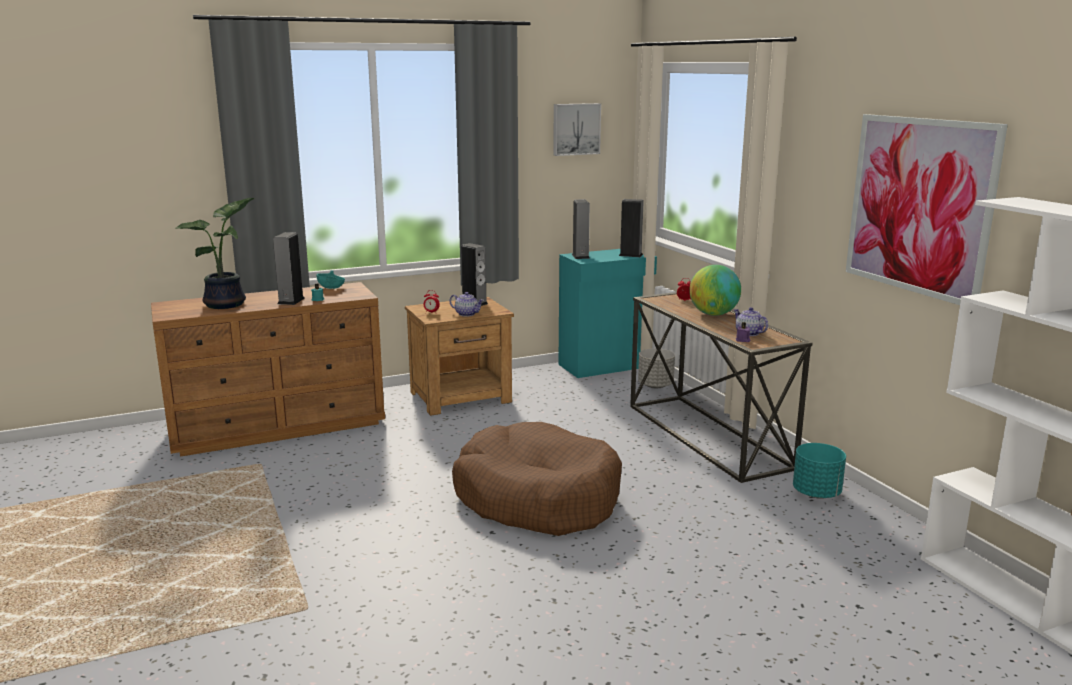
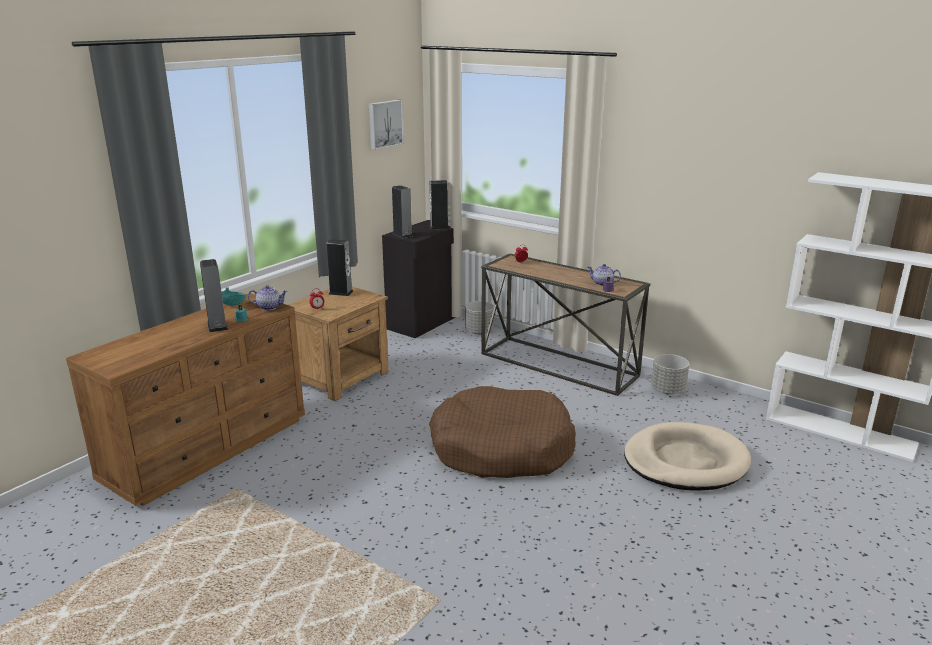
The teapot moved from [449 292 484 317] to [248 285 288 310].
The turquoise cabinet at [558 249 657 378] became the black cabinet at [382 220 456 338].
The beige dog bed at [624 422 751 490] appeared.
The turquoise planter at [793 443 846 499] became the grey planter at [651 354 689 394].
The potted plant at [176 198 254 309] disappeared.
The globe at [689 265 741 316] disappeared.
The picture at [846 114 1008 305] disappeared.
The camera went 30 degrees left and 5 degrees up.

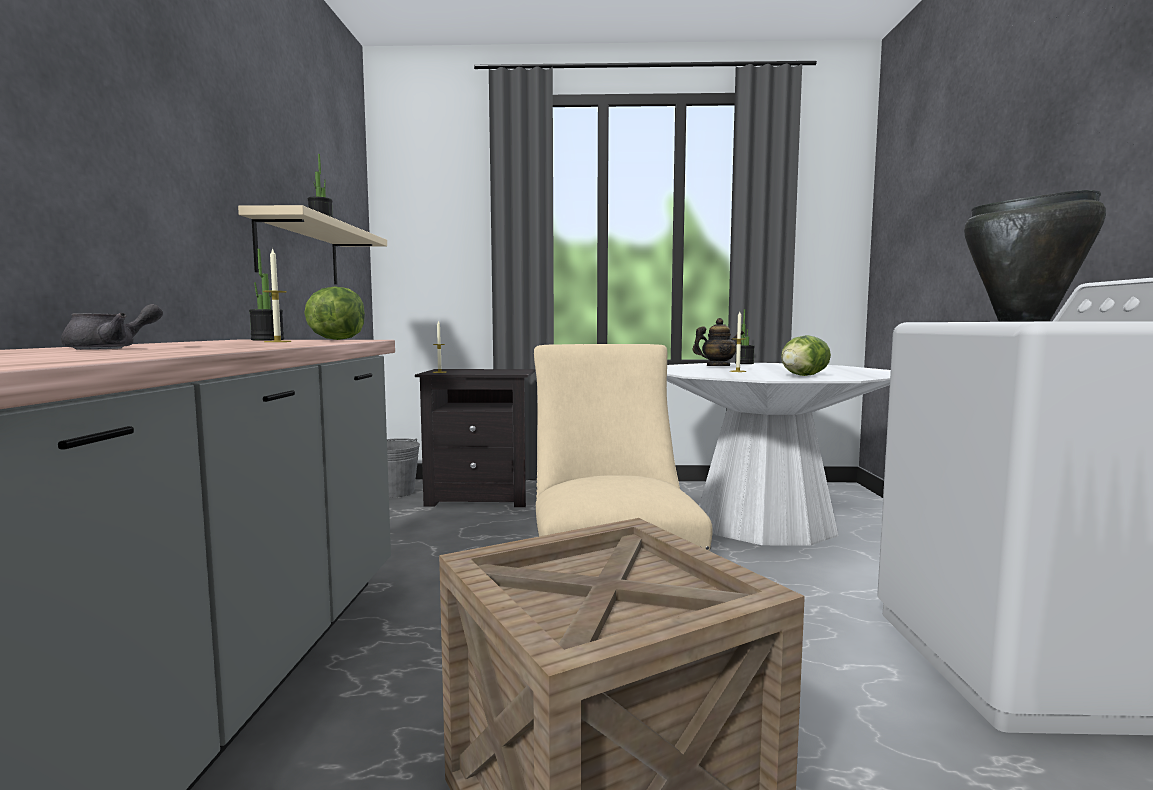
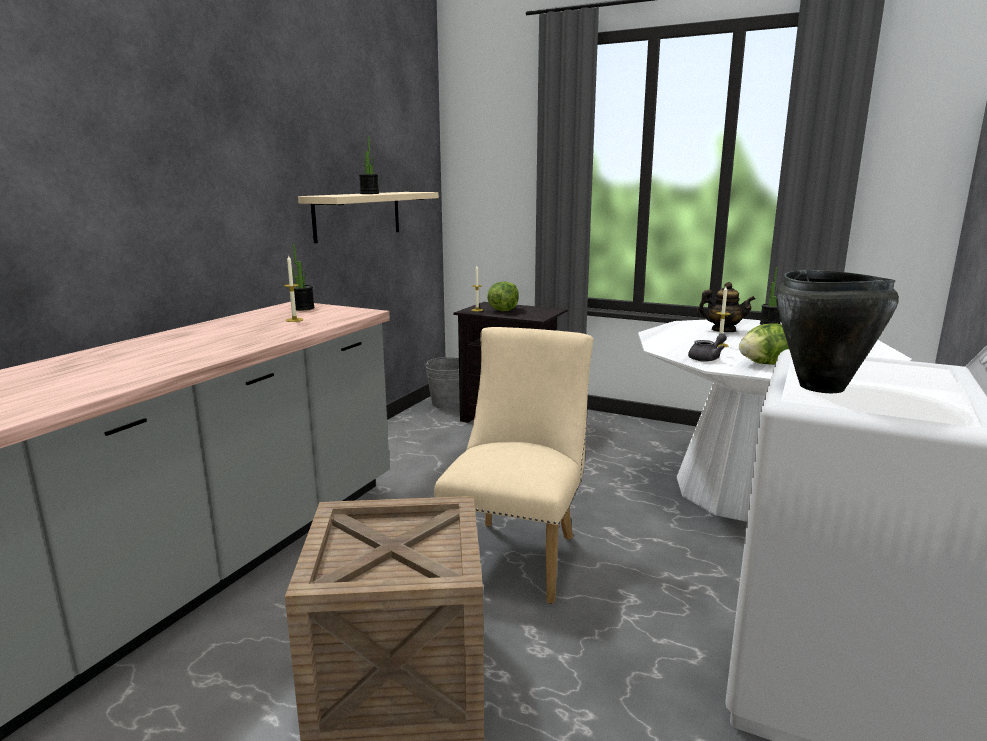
The lettuce moved from [304 286 365 340] to [487 282 519 311].
The grey teapot moved from [61 304 163 350] to [688 333 727 362].
The camera went 25 degrees right and 10 degrees up.

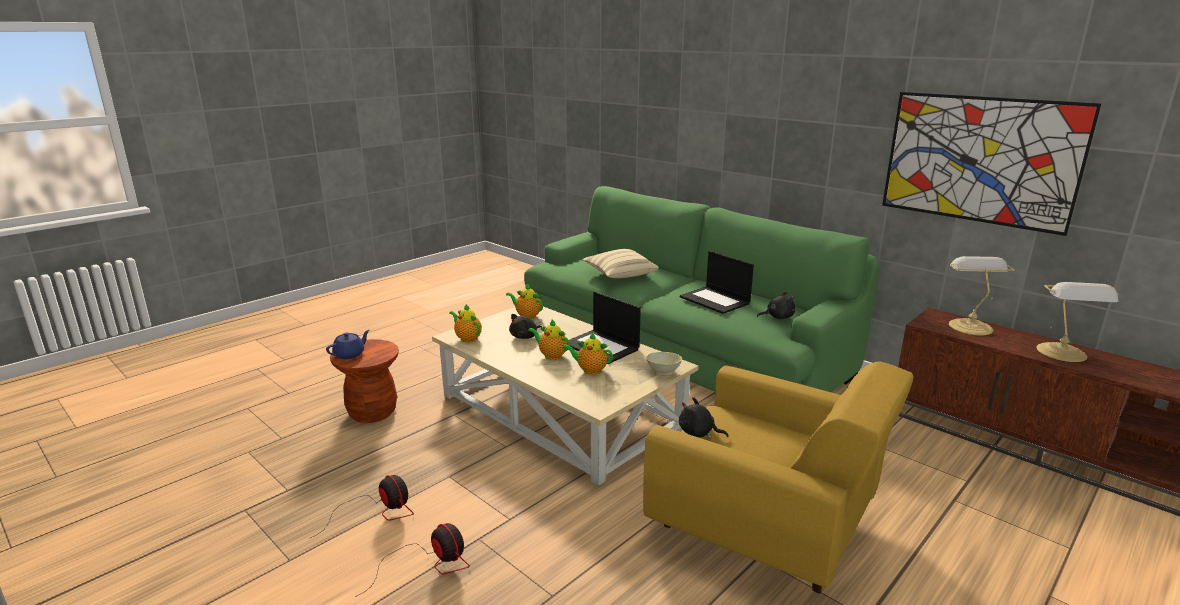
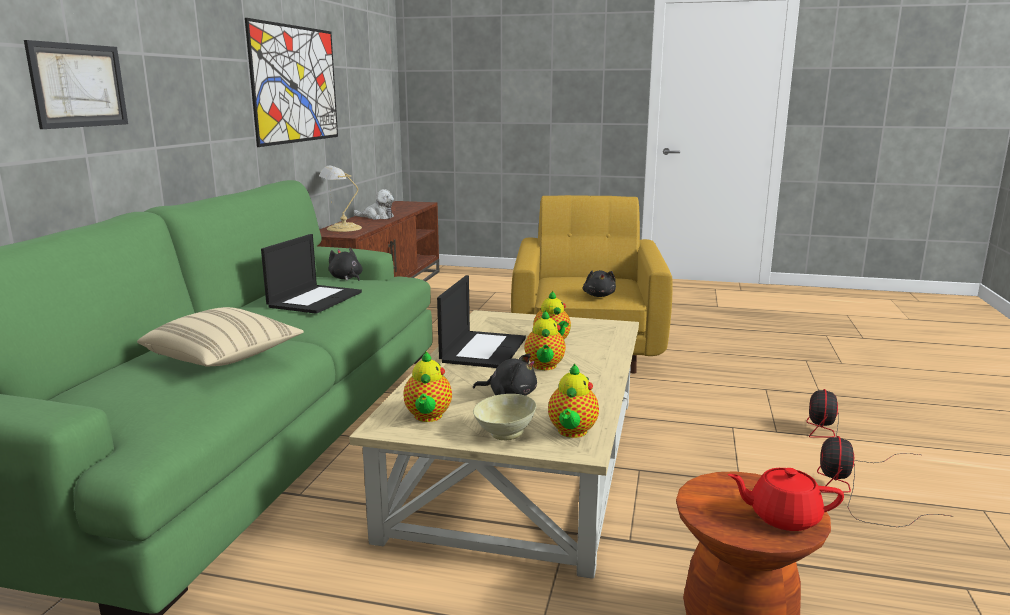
The picture at [24 40 128 129] appeared.
The table lamp at [1037 282 1118 362] was replaced by the plush toy at [354 189 394 220].
The beige bowl moved from [646 352 682 376] to [473 394 536 440].
The blue teapot at [326 330 370 359] became the red teapot at [728 468 844 531].
The camera went 120 degrees left and 5 degrees down.

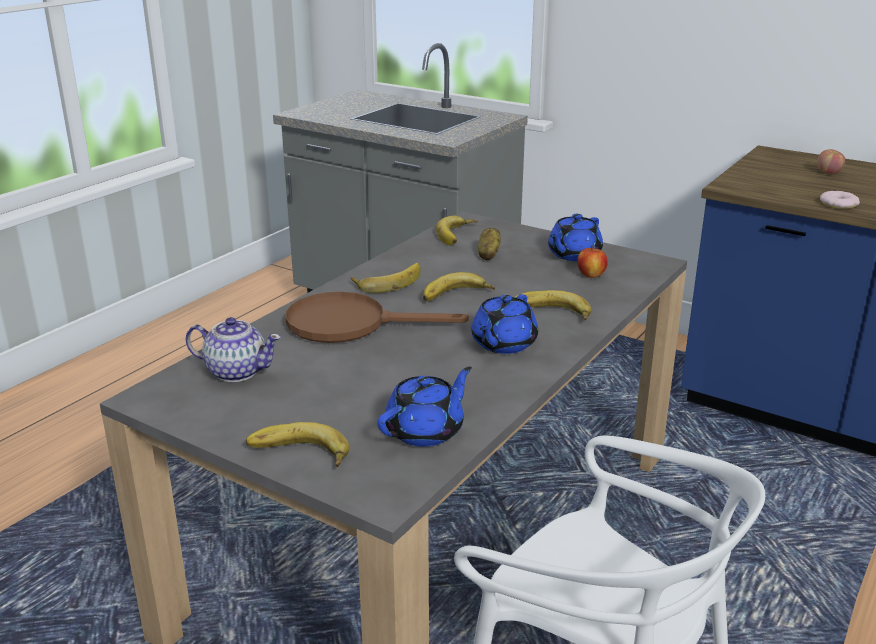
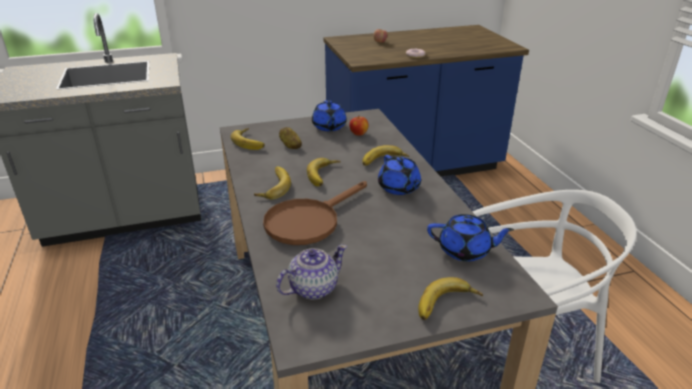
The blue teapot at [378 366 472 447] turned 105 degrees clockwise.
The camera went 50 degrees left and 5 degrees up.

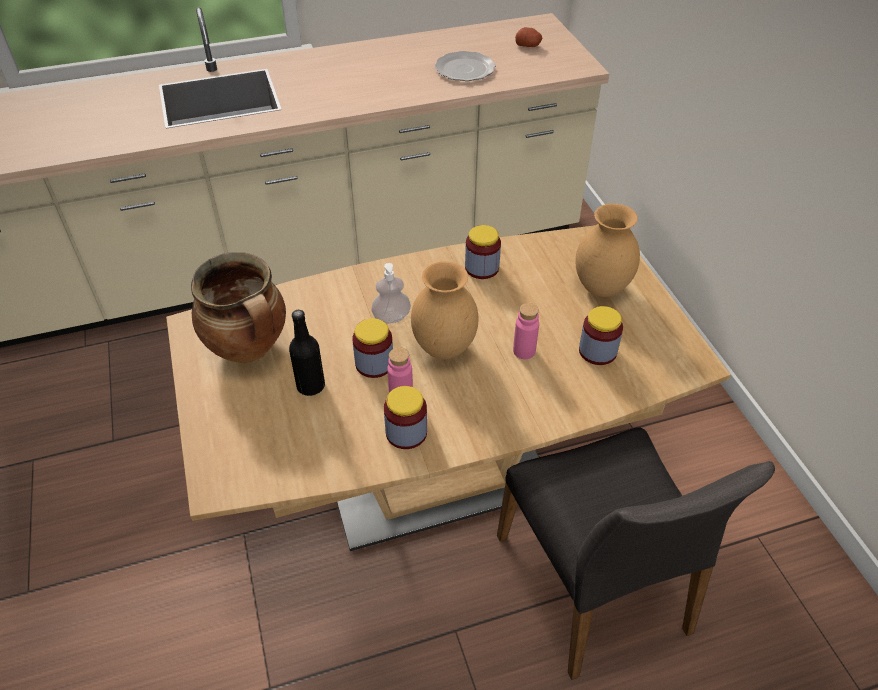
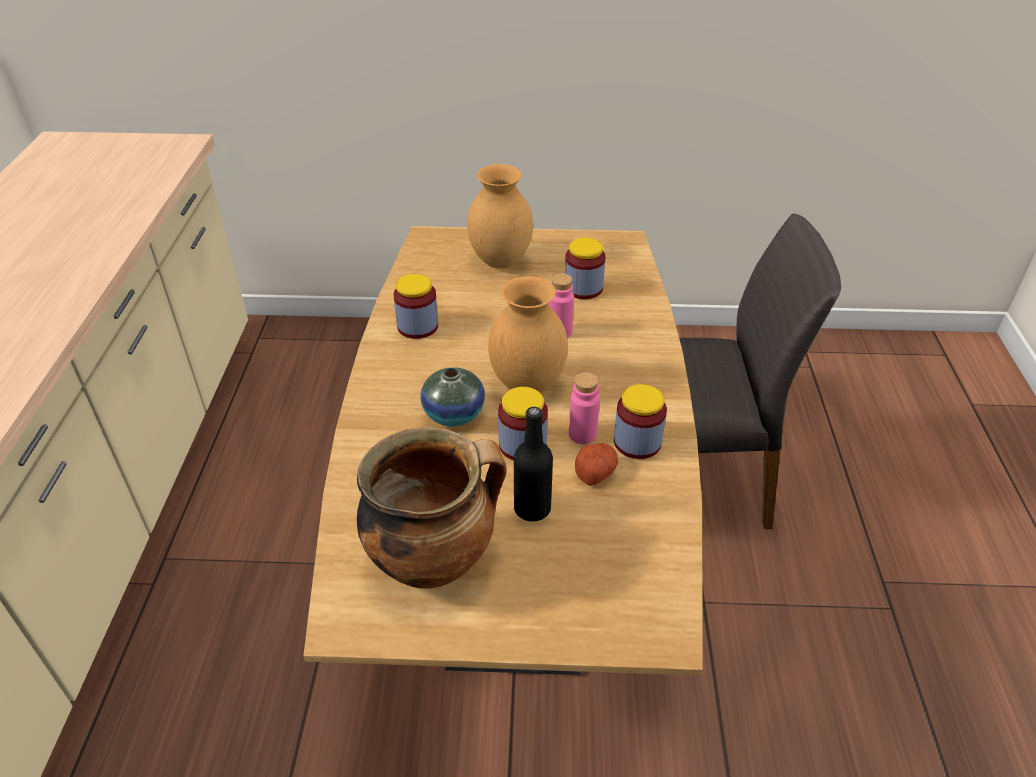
The soap dispenser at [371 263 411 323] was replaced by the vase at [421 367 485 426].
The potato moved from [515 27 542 47] to [575 443 618 486].
The plate at [435 51 496 81] disappeared.
The camera went 70 degrees left and 5 degrees down.

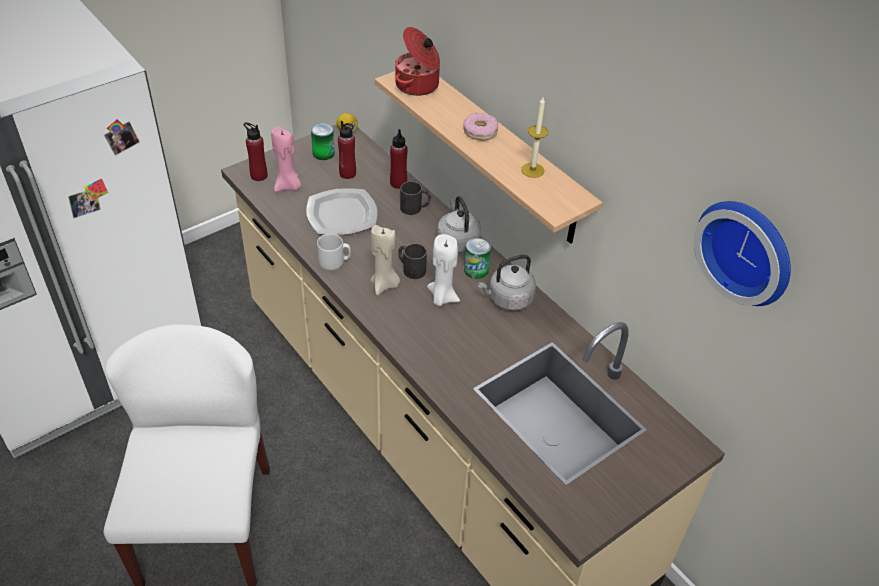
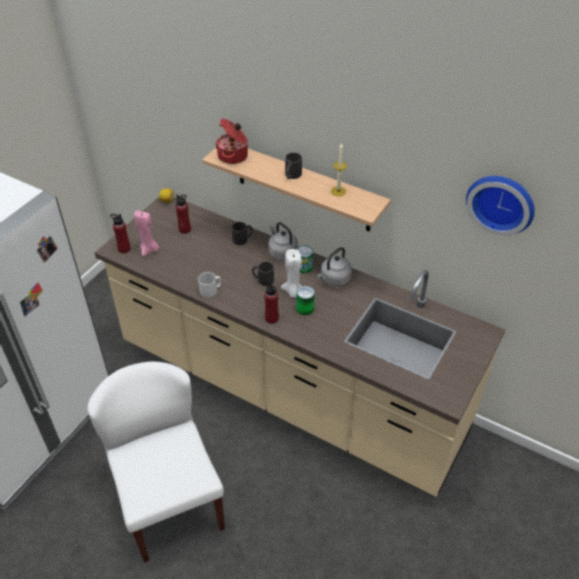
The red bottle moved from [390 129 408 189] to [264 281 279 324].
The donut at [463 113 498 141] was replaced by the black mug at [285 152 302 179].
The can moved from [311 123 335 160] to [296 286 315 315].
The plate at [306 188 377 235] disappeared.
The beige candle at [370 225 400 295] disappeared.
The camera went 20 degrees left and 0 degrees up.

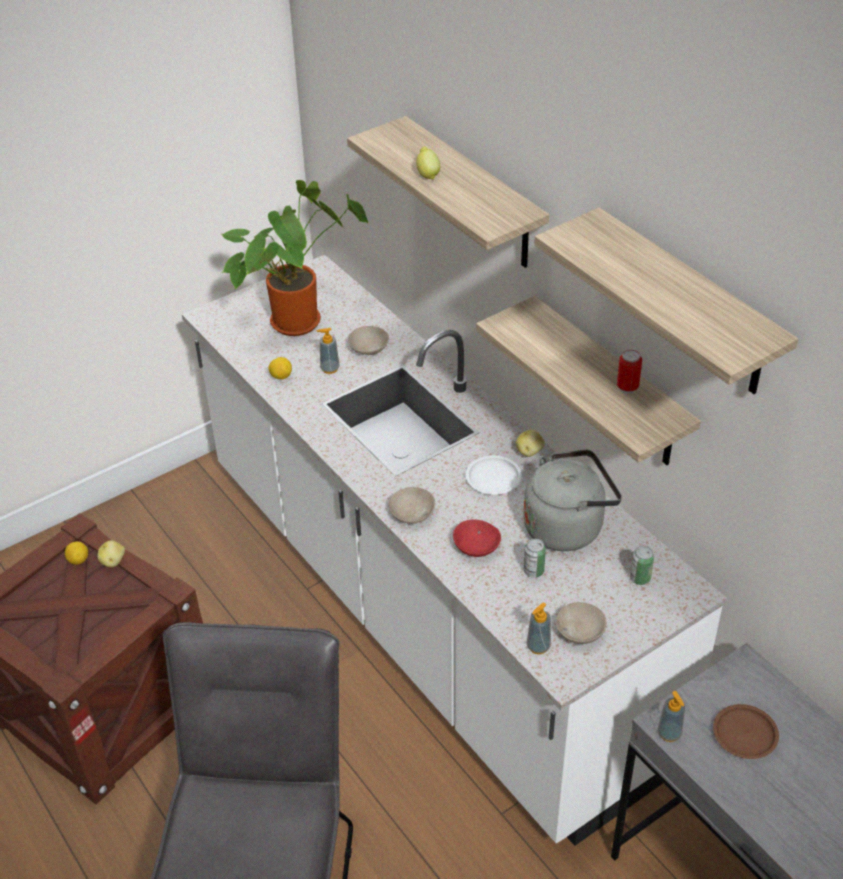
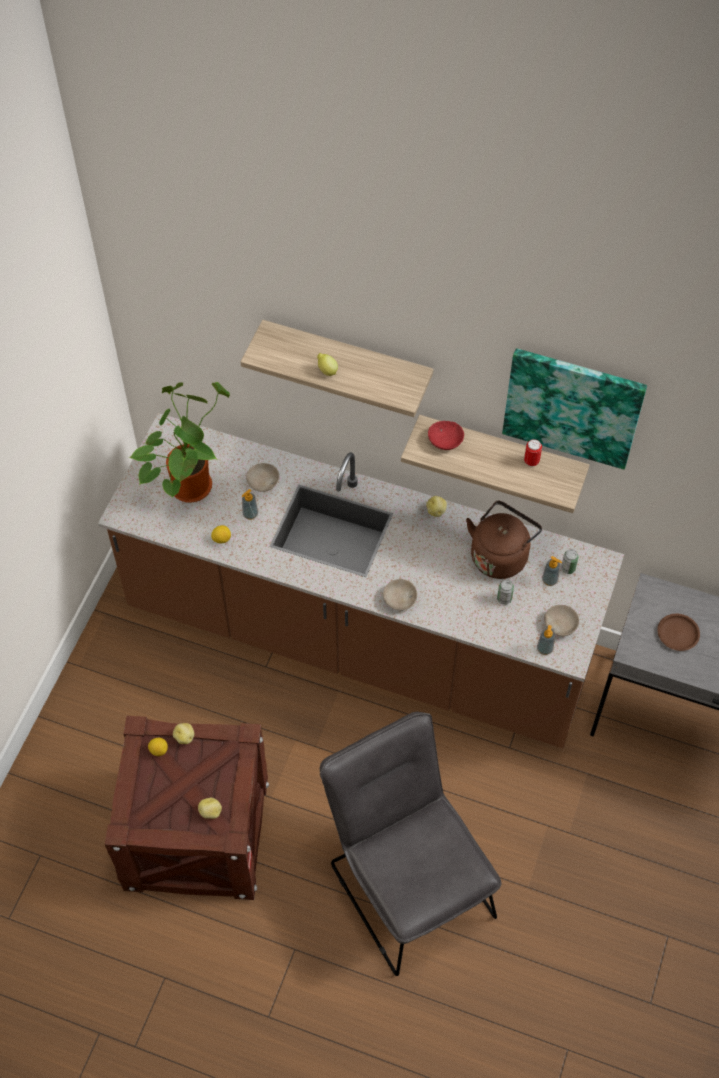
The white counter at [182 255 727 846] became the brown counter at [98 413 624 748].
The potato at [198 798 222 819] appeared.
The red bowl moved from [453 519 501 557] to [428 421 464 450].
The grey kettle at [523 450 622 551] became the brown kettle at [466 501 542 579].
The shelf at [534 207 798 394] was replaced by the picture at [502 348 647 469].
The soap dispenser moved from [658 691 685 742] to [542 556 562 586].
The white plate at [466 455 522 495] disappeared.
The camera went 35 degrees left and 15 degrees up.

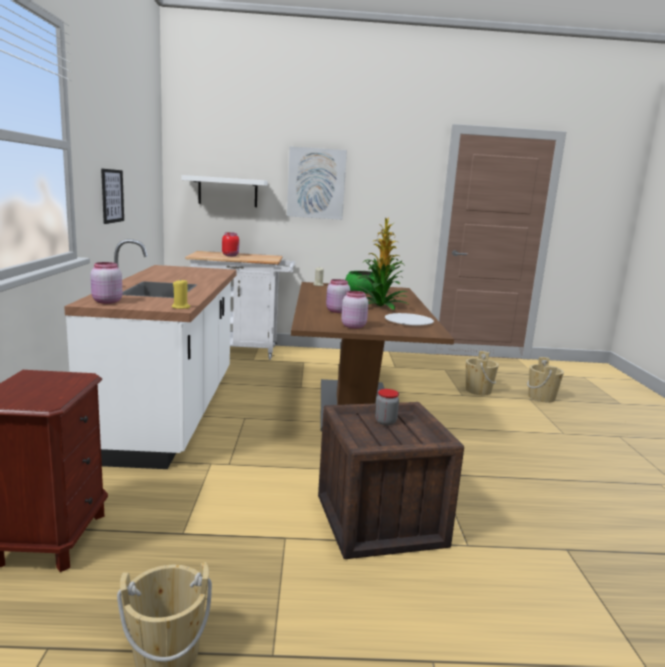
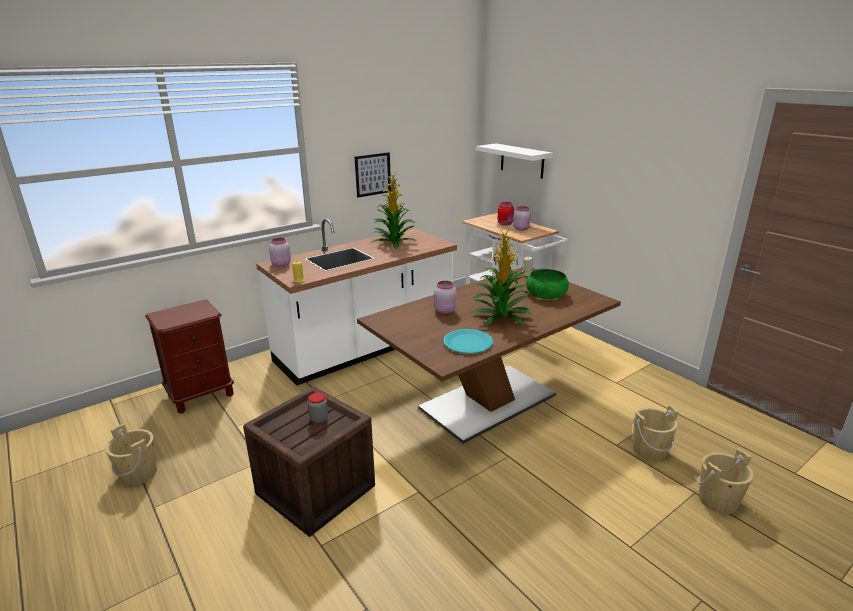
The potted plant at [371 173 417 249] appeared.
The white plate at [385 313 434 326] became the turquoise plate at [443 329 493 353].
The pink jar moved from [341 291 368 329] to [513 206 531 231].
The picture at [287 146 347 220] disappeared.
The camera went 55 degrees right and 10 degrees up.

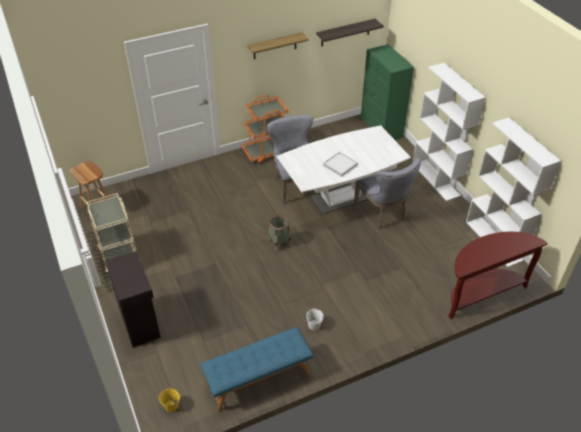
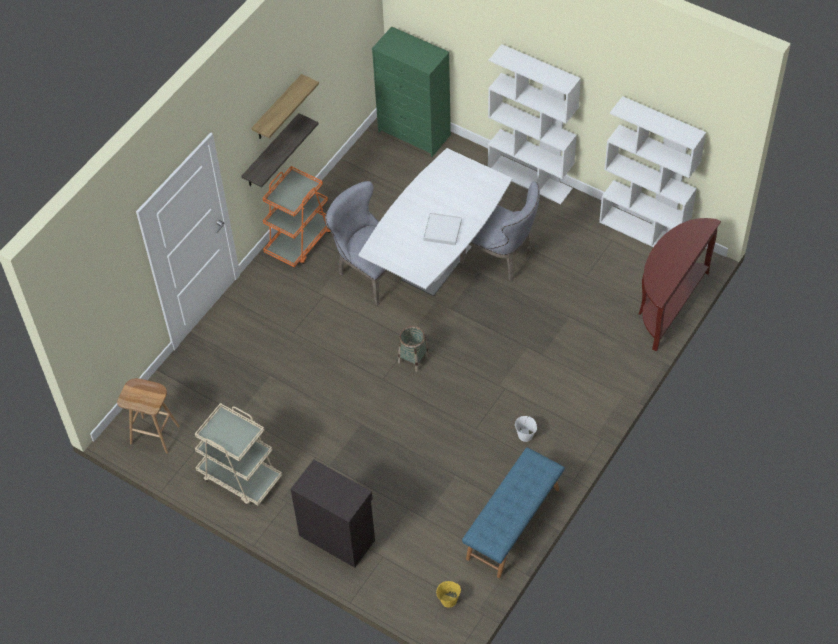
The shelf moved from [316 19 384 46] to [242 113 318 188].
The camera went 30 degrees left and 10 degrees up.

